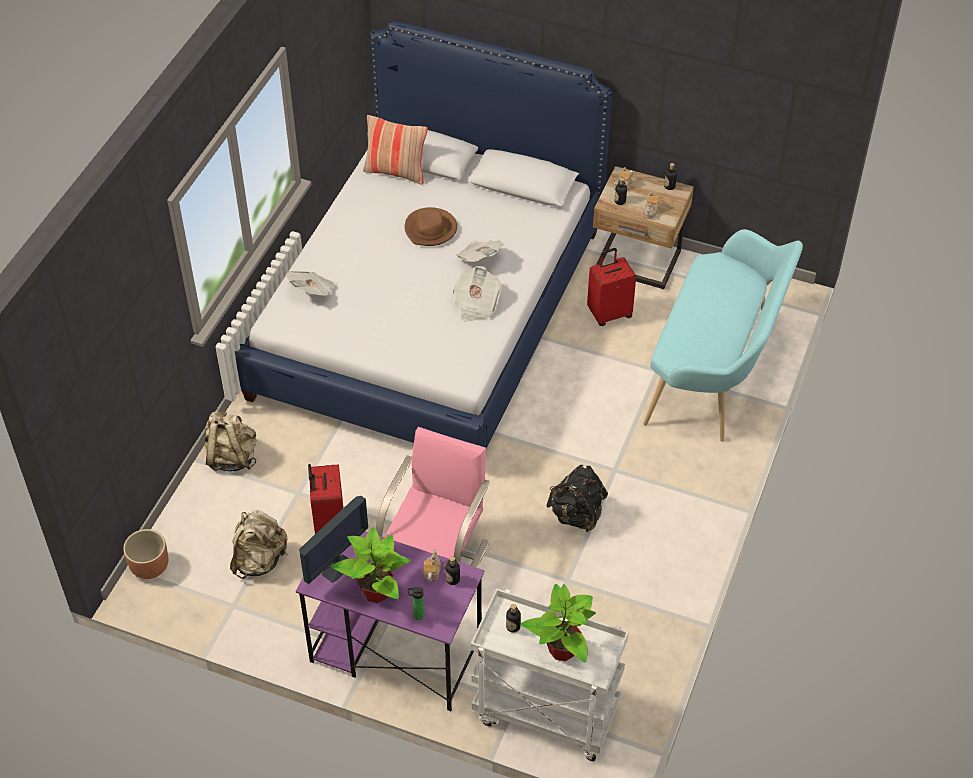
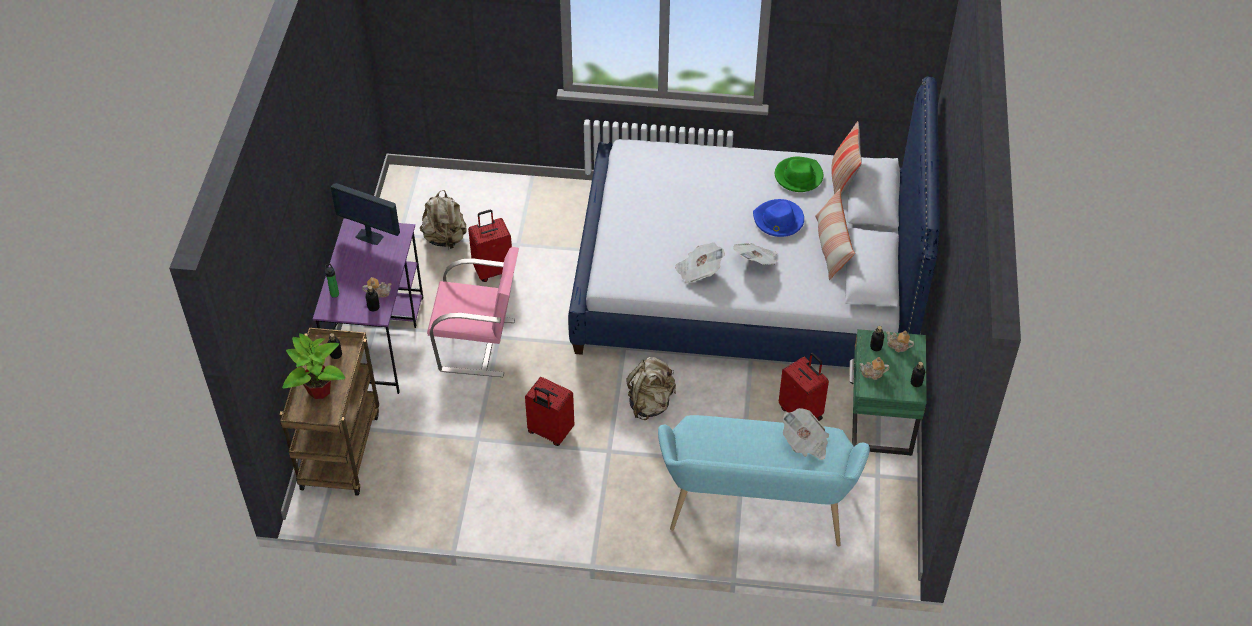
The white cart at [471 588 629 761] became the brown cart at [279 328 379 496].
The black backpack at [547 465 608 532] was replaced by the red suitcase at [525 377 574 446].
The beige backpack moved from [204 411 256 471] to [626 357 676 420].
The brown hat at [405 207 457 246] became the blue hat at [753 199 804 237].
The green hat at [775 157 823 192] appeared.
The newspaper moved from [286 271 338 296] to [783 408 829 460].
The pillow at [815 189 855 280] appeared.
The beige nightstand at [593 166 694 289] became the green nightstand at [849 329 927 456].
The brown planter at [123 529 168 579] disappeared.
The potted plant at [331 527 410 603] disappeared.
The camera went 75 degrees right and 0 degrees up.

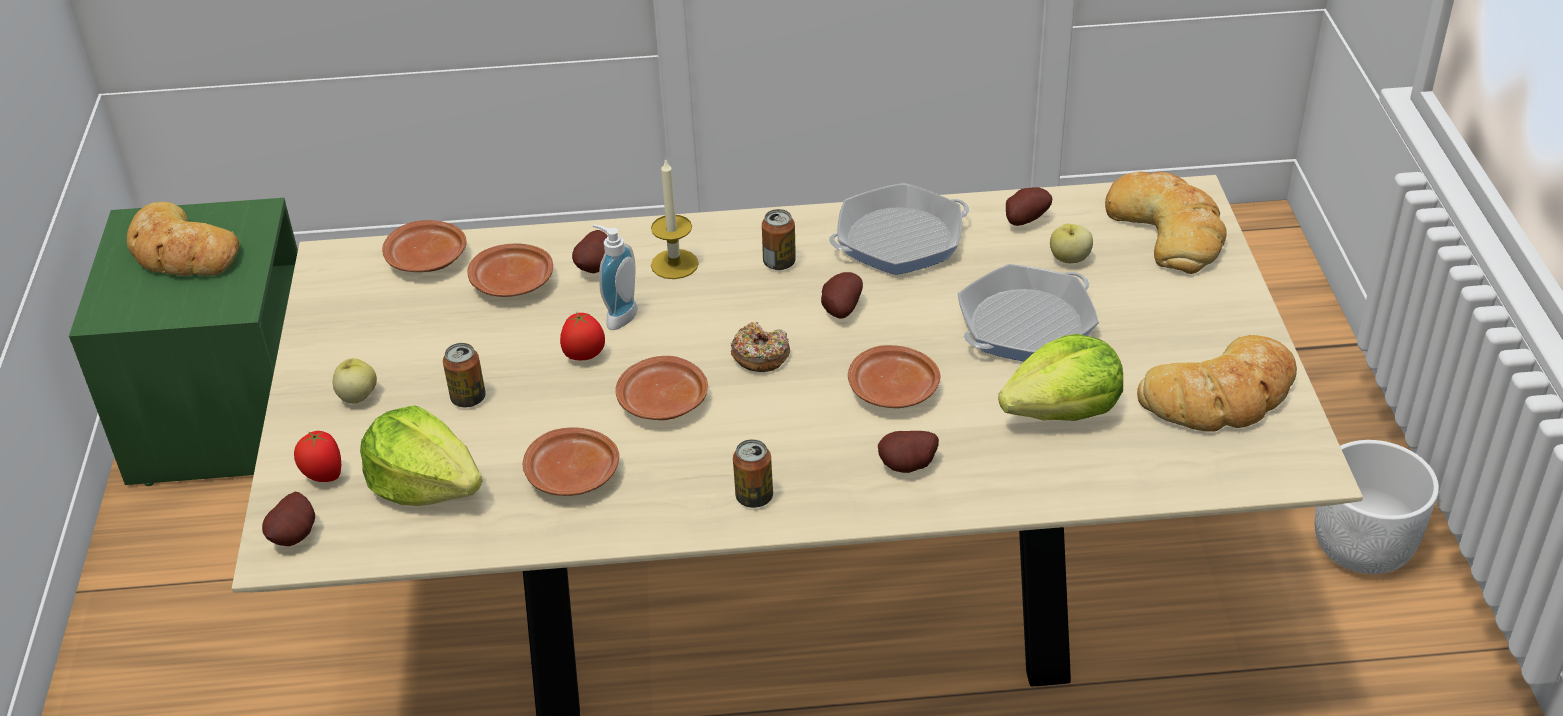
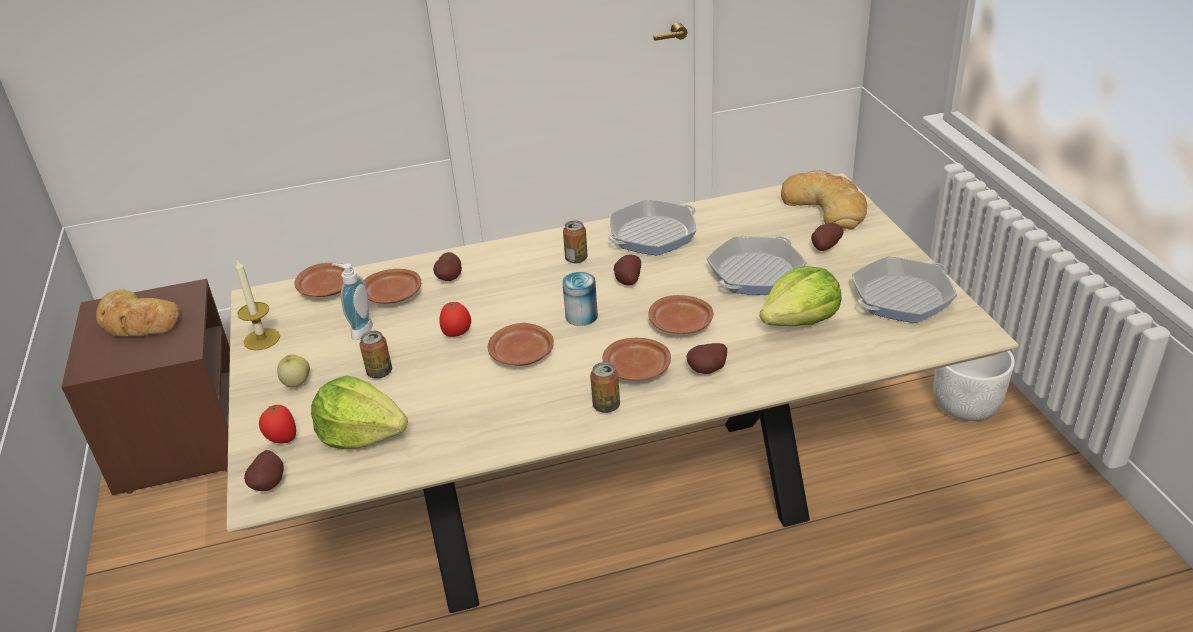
The green nightstand at [69 198 298 486] became the brown nightstand at [61 279 230 495].
The candle moved from [651 158 699 279] to [235 259 280 350].
The soap dispenser moved from [593 224 638 330] to [332 263 373 340].
The donut at [730 322 790 372] was replaced by the can at [562 272 598 326].
The brown plate moved from [523 428 619 496] to [602 338 671 381].
The potato moved from [1006 187 1052 226] to [811 223 844 251].
The bread at [1137 335 1297 432] was replaced by the frying pan at [852 256 957 323].
The apple at [1050 223 1093 263] disappeared.
The camera went 10 degrees left and 5 degrees down.

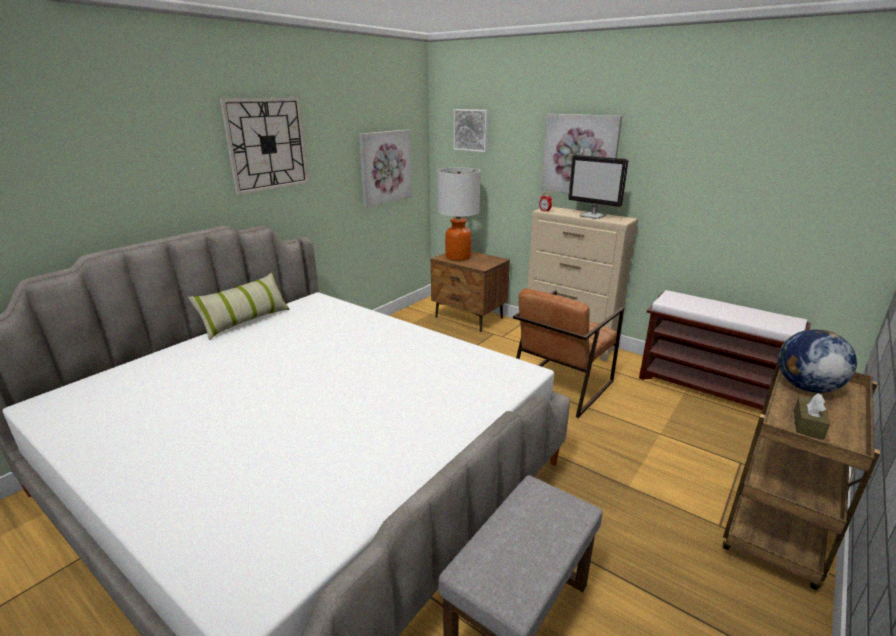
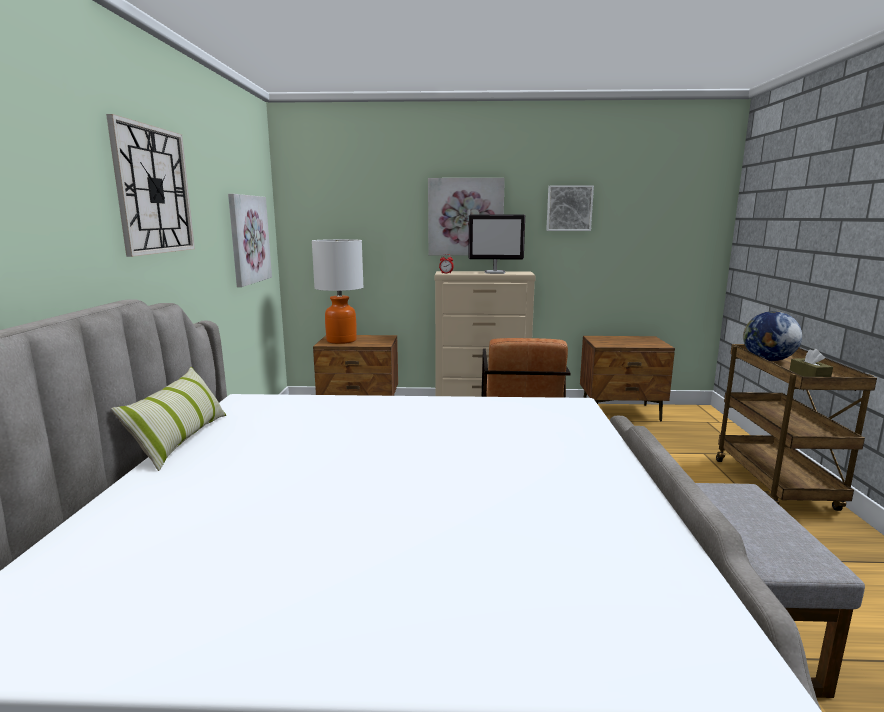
The picture moved from [454 109 489 152] to [546 185 594 231].
The brown bench at [639 290 811 410] was replaced by the brown nightstand at [580 336 675 421].
The camera went 35 degrees left and 10 degrees down.

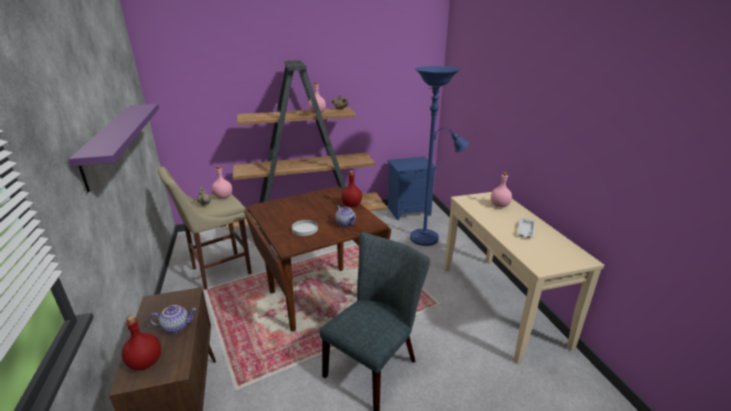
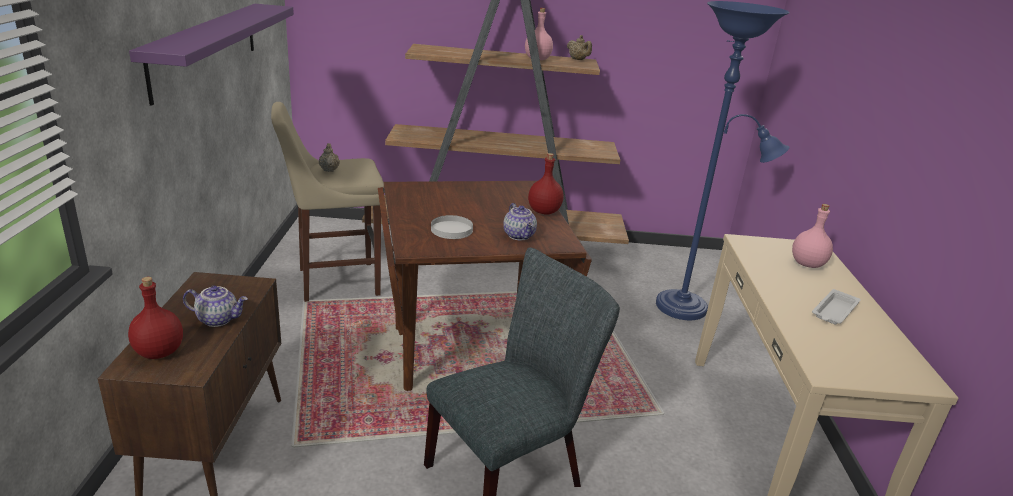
The pink bottle at [212 166 232 199] disappeared.
The blue nightstand at [387 157 437 220] disappeared.
The camera went 15 degrees right and 0 degrees up.

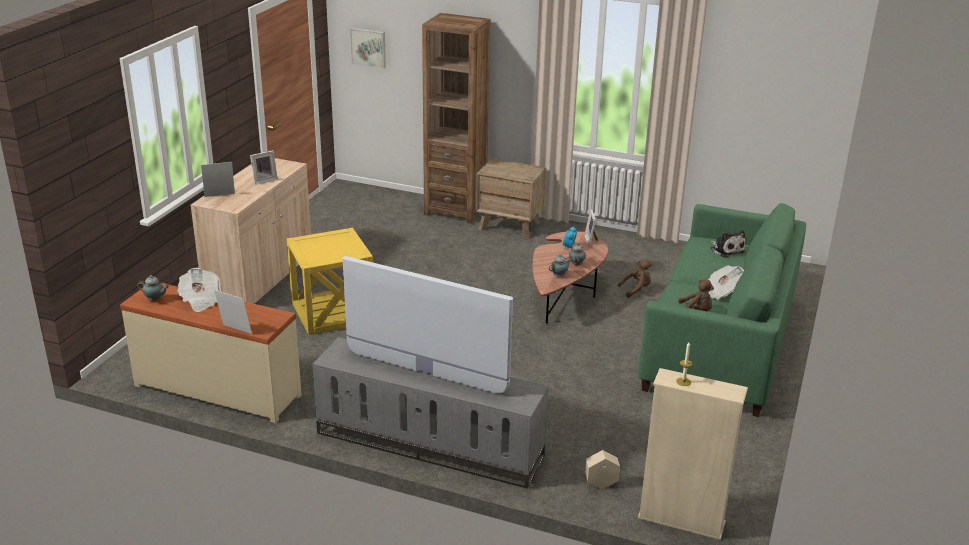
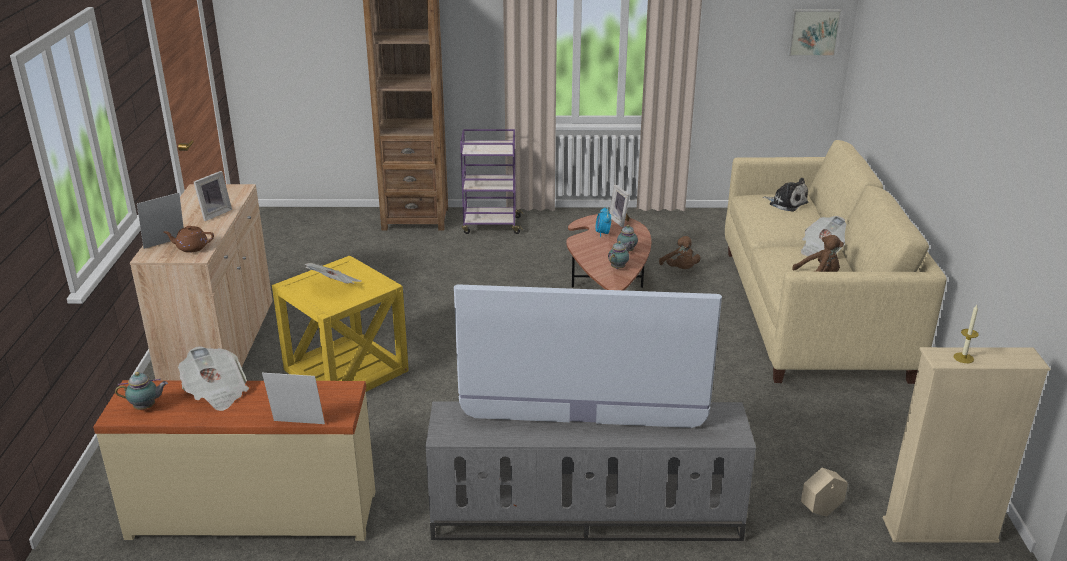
The brown teapot at [164 226 214 253] appeared.
The newspaper at [305 263 362 284] appeared.
The brown nightstand at [476 158 546 239] was replaced by the purple cart at [460 129 523 234].
The brown plush toy at [618 259 653 298] turned 105 degrees clockwise.
The green sofa at [638 203 806 417] became the beige sofa at [725 140 947 384].
The picture moved from [350 28 386 68] to [788 9 841 56].
The camera went 20 degrees left and 0 degrees up.

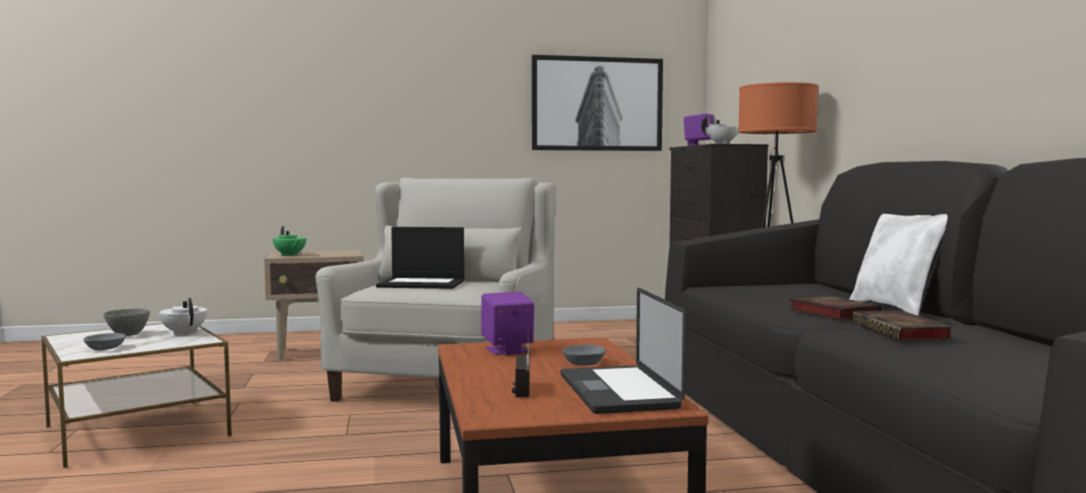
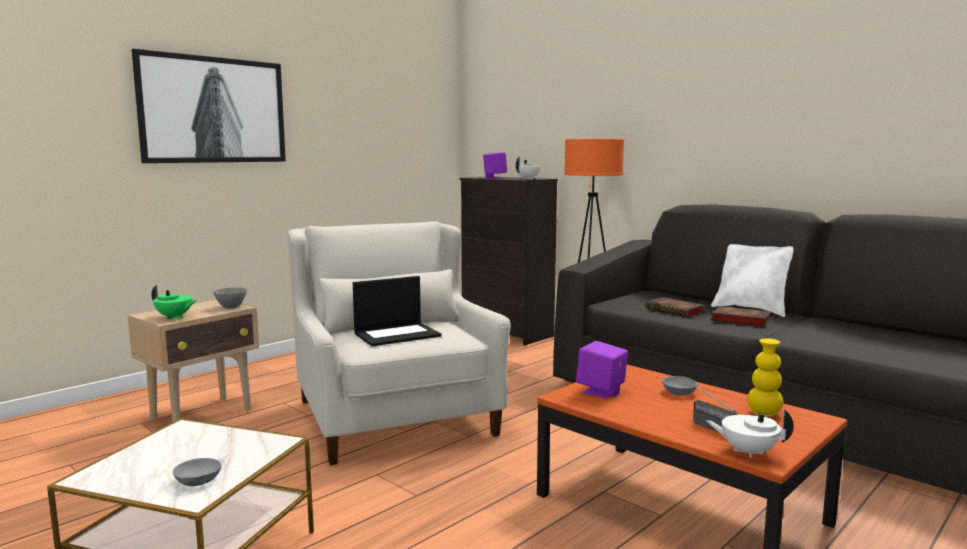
The picture moved from [532 55 663 151] to [132 49 286 163].
The grey bowl moved from [103 309 150 336] to [213 287 247 309].
The book moved from [851 310 954 341] to [645 297 705 317].
The white teapot moved from [159 298 207 335] to [705 409 794 458].
The laptop at [561 288 686 414] was replaced by the yellow vase at [747 338 783 417].
The camera went 35 degrees left and 5 degrees up.

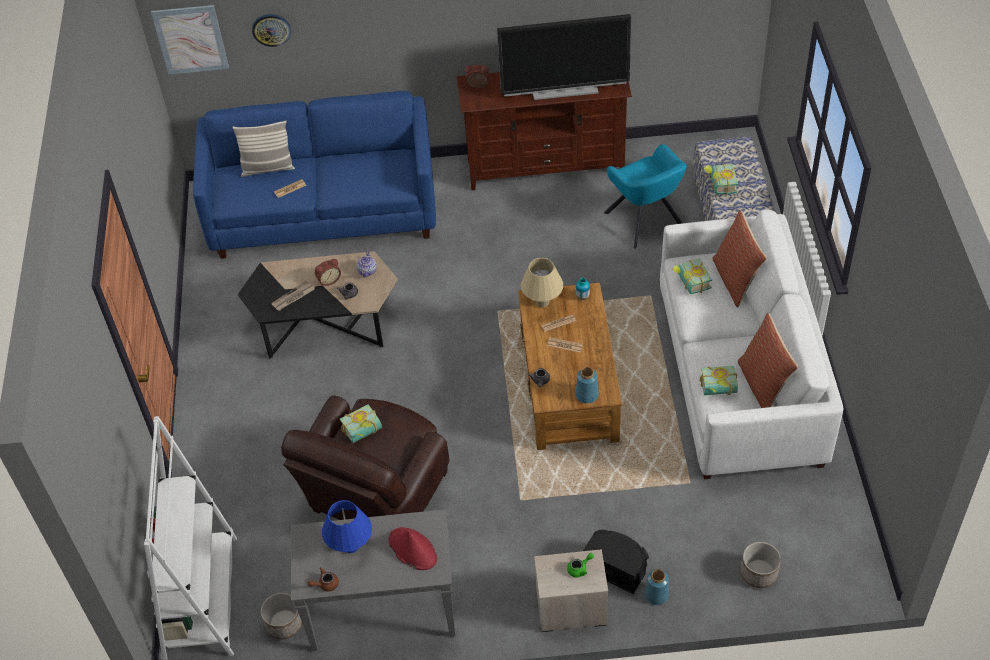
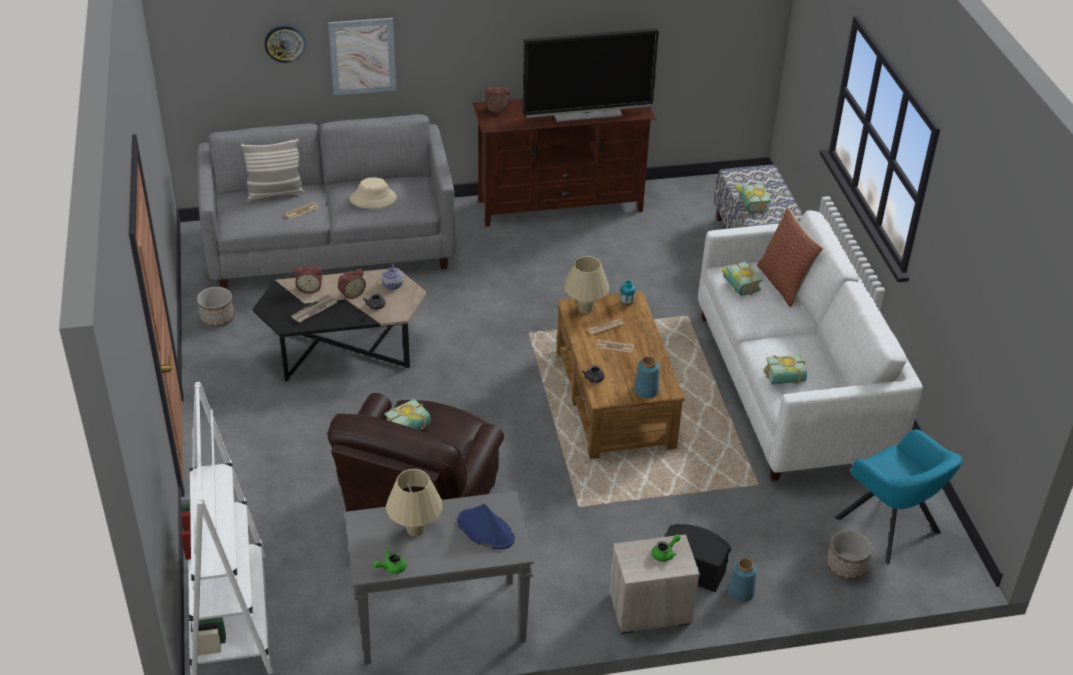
The blue sofa at [193 91 436 259] became the grey sofa at [197 114 455 289].
The planter moved from [261 593 302 639] to [197 287 234 327].
The alarm clock at [294 266 322 294] appeared.
The picture moved from [151 5 229 74] to [328 18 396 95].
The beige hat at [349 177 397 209] appeared.
The brown teapot at [308 567 339 591] became the green teapot at [373 548 407 574].
The blue table lamp at [322 500 372 553] became the beige table lamp at [386 469 443 536].
The red hat at [389 527 437 570] became the blue hat at [457 504 515 549].
The turquoise armchair moved from [604 144 687 249] to [835 430 962 564].
The pillow at [738 313 798 408] disappeared.
The camera went 10 degrees left and 10 degrees down.

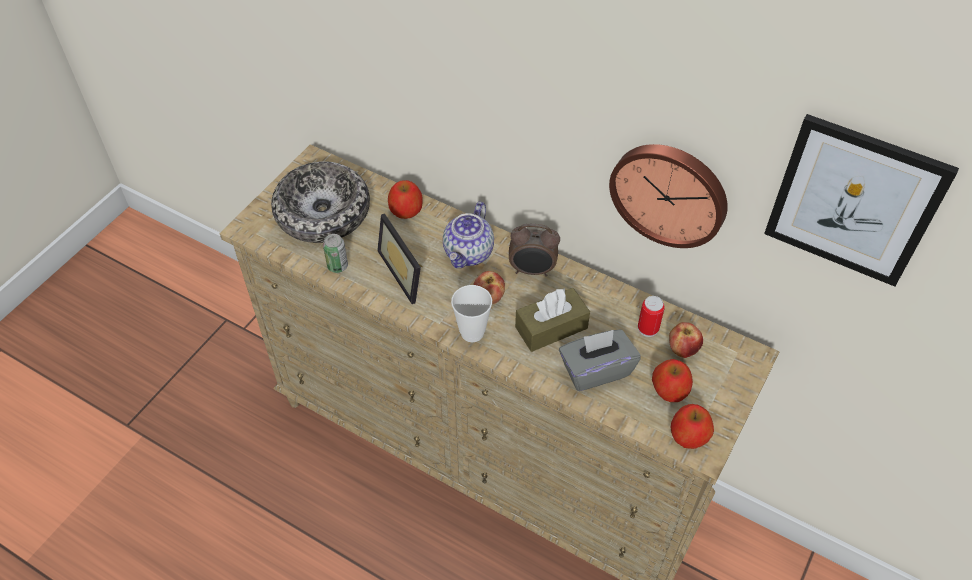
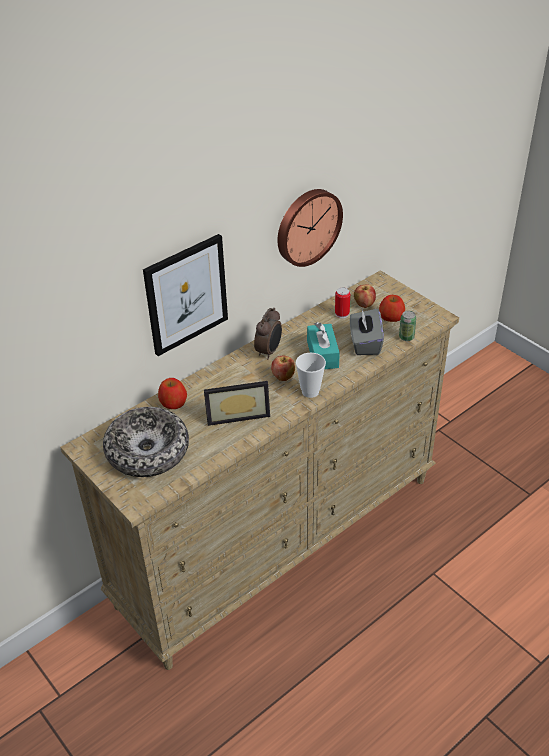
The picture moved from [764 114 959 287] to [143 234 228 356].
The brown tissue box at [515 288 590 352] became the turquoise tissue box at [307 322 340 369].
The can moved from [323 234 348 273] to [399 311 416 341].
The teapot at [443 202 494 268] disappeared.
The apple at [671 404 714 449] disappeared.
The camera went 70 degrees left and 10 degrees down.

